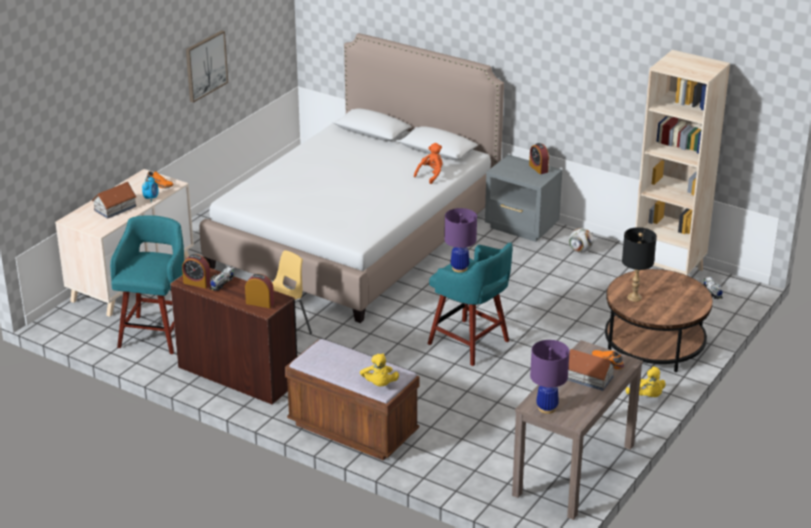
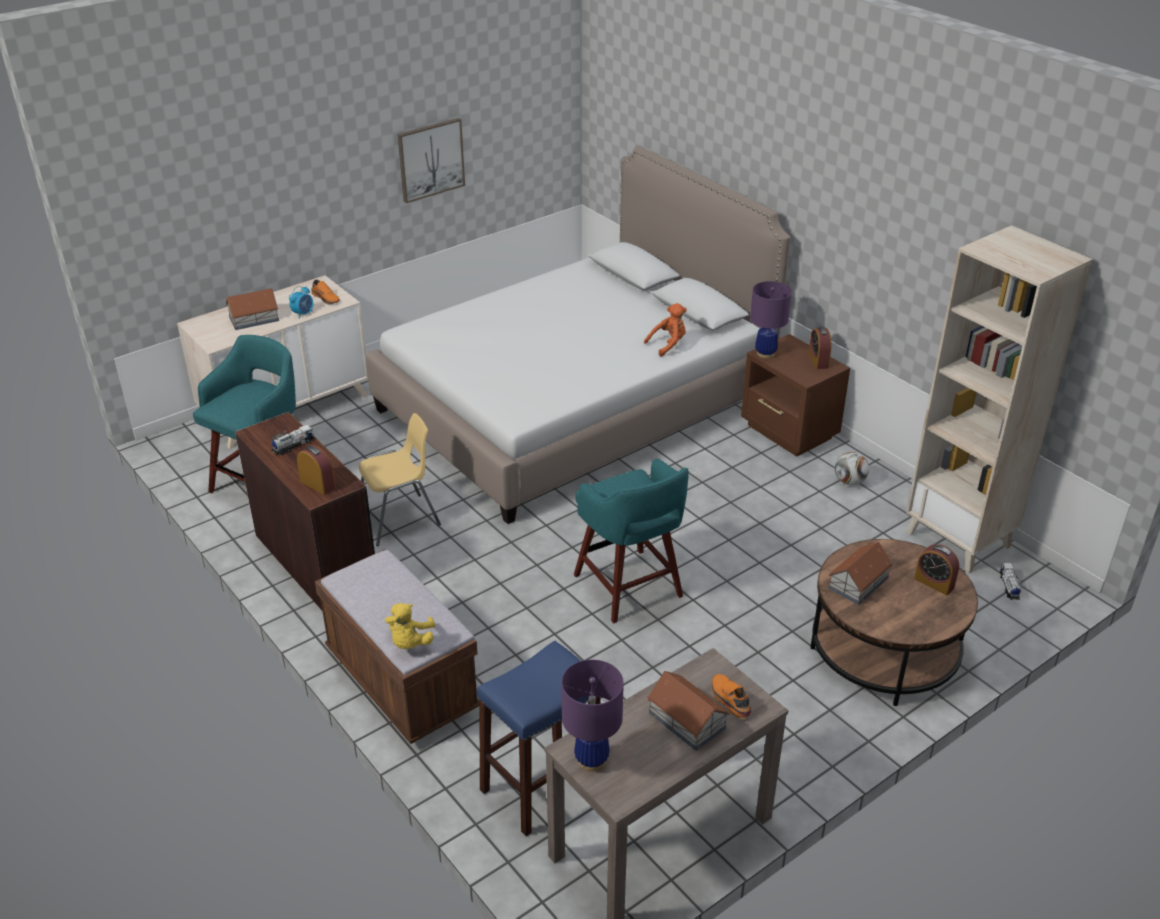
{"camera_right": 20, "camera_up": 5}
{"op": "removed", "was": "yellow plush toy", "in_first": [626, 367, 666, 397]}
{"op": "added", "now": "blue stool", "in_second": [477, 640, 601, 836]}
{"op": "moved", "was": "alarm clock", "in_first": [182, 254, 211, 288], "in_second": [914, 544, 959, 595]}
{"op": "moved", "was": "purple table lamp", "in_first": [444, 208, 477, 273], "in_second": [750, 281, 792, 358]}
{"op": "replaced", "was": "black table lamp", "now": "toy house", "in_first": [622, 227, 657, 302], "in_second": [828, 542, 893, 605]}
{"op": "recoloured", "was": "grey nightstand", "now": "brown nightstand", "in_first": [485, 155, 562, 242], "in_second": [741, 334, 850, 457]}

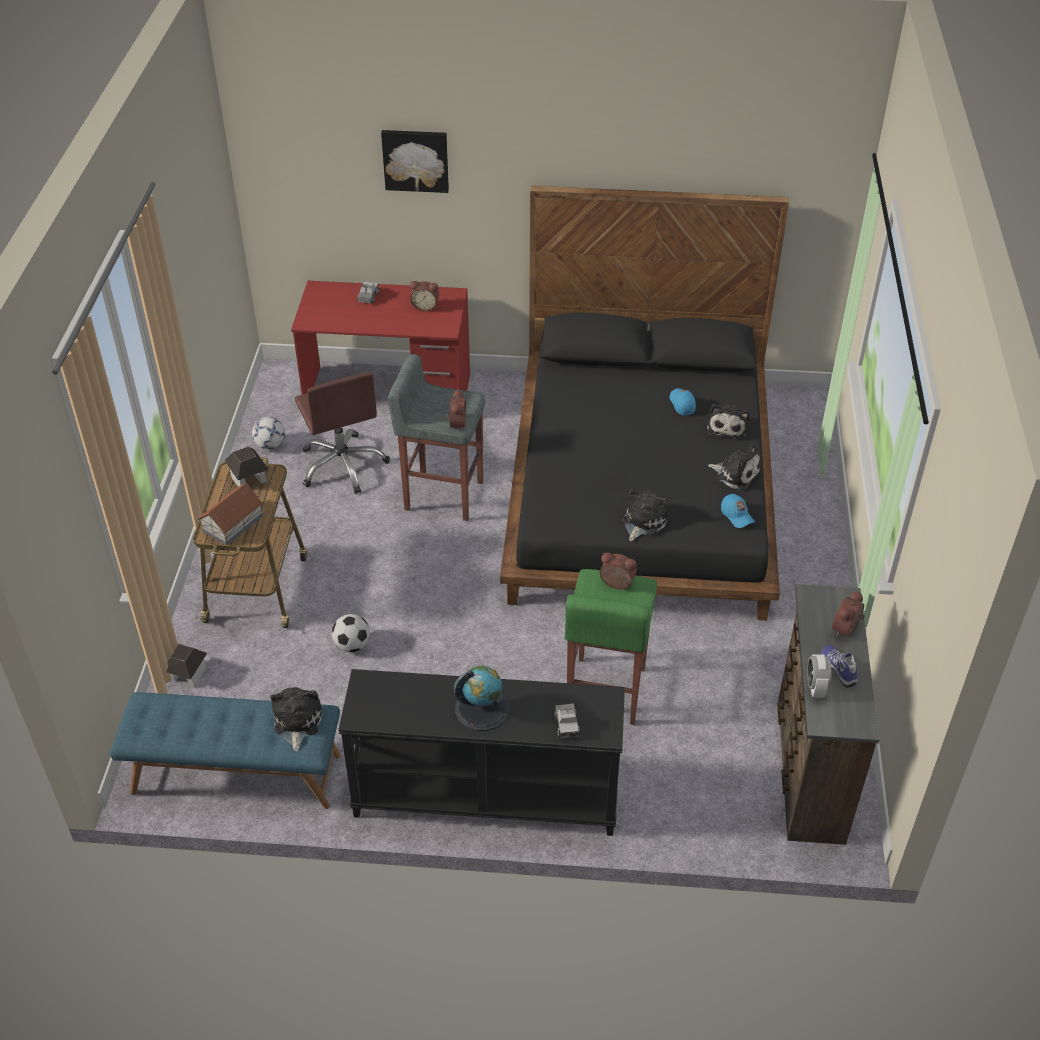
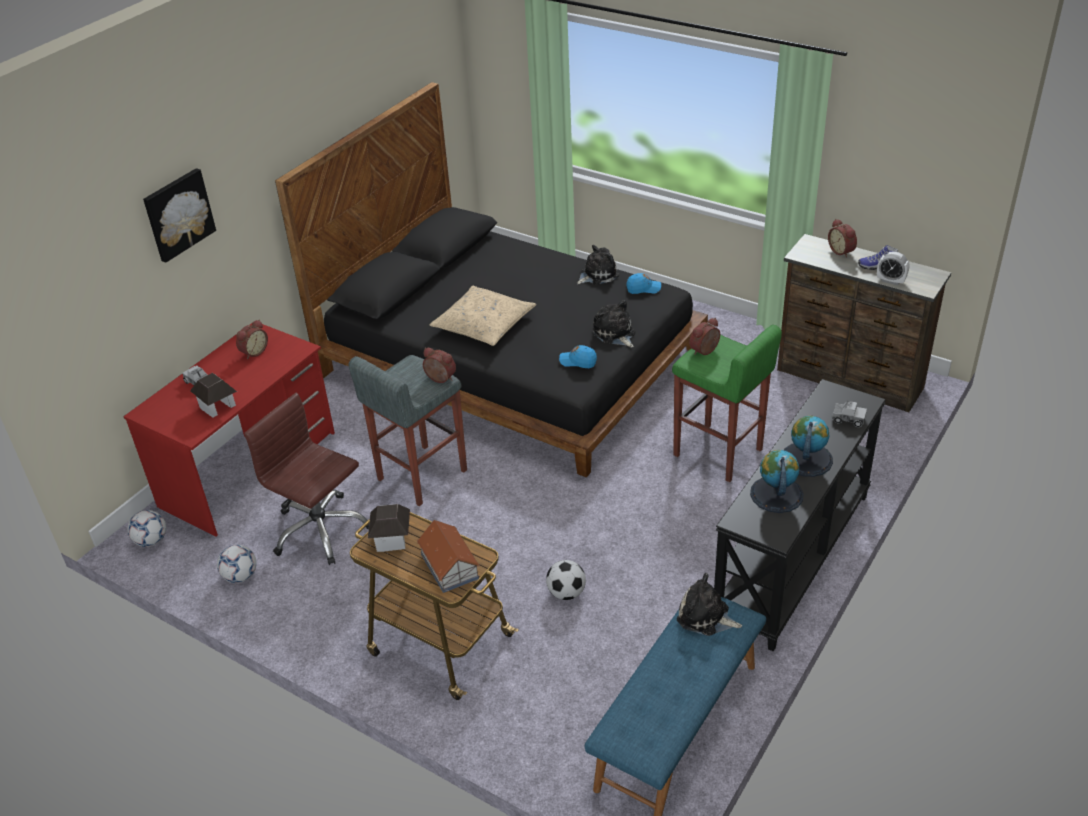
{"camera_right": -60, "camera_up": -5}
{"op": "removed", "was": "plush toy", "in_first": [707, 404, 750, 439]}
{"op": "added", "now": "football", "in_second": [127, 510, 166, 547]}
{"op": "added", "now": "beige pillow", "in_second": [430, 286, 536, 346]}
{"op": "added", "now": "globe", "in_second": [750, 450, 804, 513]}
{"op": "moved", "was": "toy house", "in_first": [166, 644, 207, 687], "in_second": [190, 373, 237, 418]}
{"op": "moved", "was": "blue cap", "in_first": [669, 388, 696, 416], "in_second": [559, 345, 597, 368]}
{"op": "turned", "was": "brown office chair", "in_first": [294, 372, 390, 494], "in_second": [244, 393, 369, 565], "clockwise": -150}

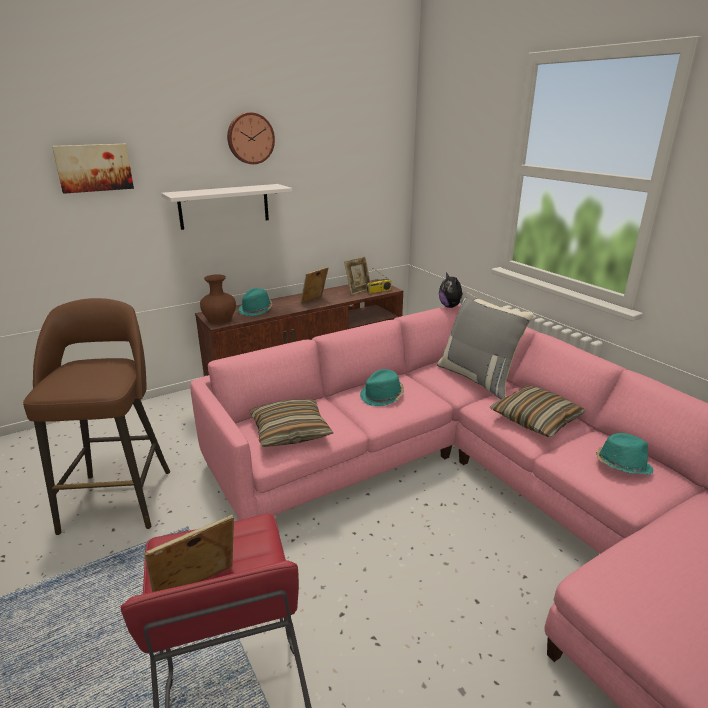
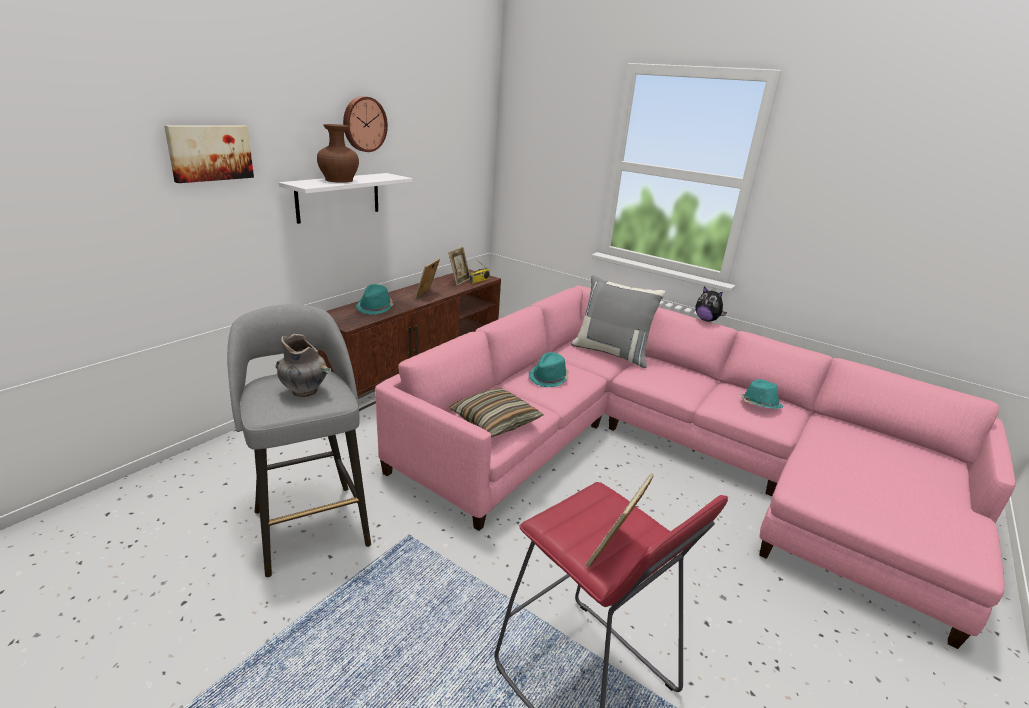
{"camera_right": -25, "camera_up": 0}
{"op": "removed", "was": "pillow", "in_first": [490, 385, 586, 437]}
{"op": "added", "now": "grey vase", "in_second": [275, 334, 331, 397]}
{"op": "moved", "was": "brown vase", "in_first": [200, 274, 236, 325], "in_second": [317, 124, 359, 183]}
{"op": "moved", "was": "plush toy", "in_first": [439, 272, 463, 308], "in_second": [696, 286, 727, 322]}
{"op": "recoloured", "was": "brown stool", "now": "grey stool", "in_first": [23, 298, 170, 535], "in_second": [227, 304, 371, 577]}

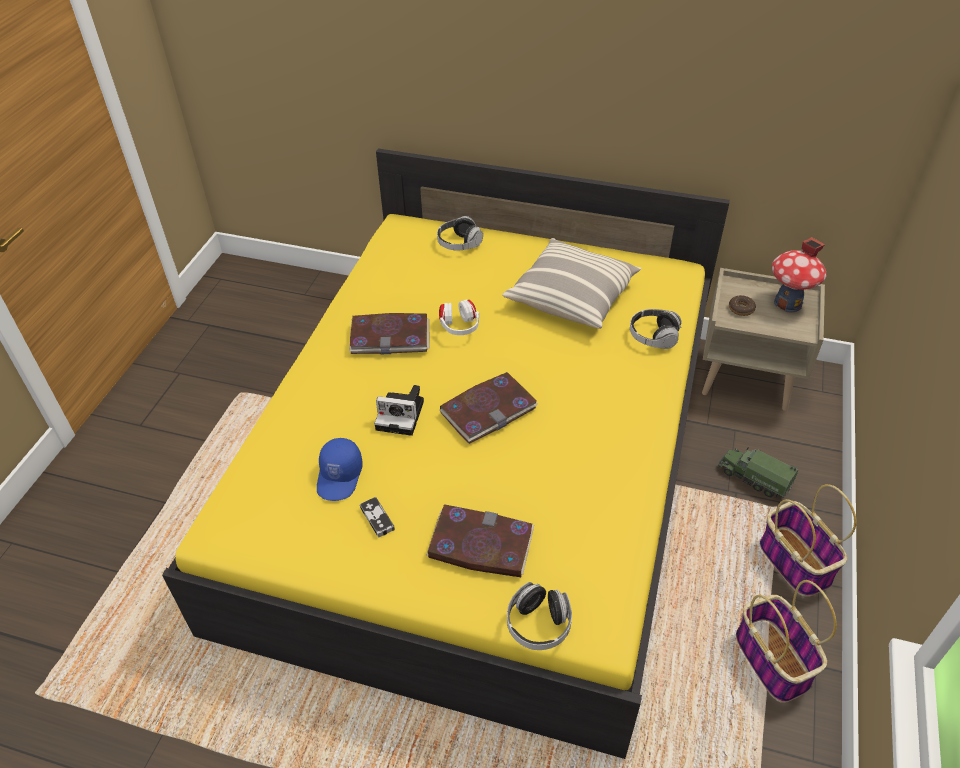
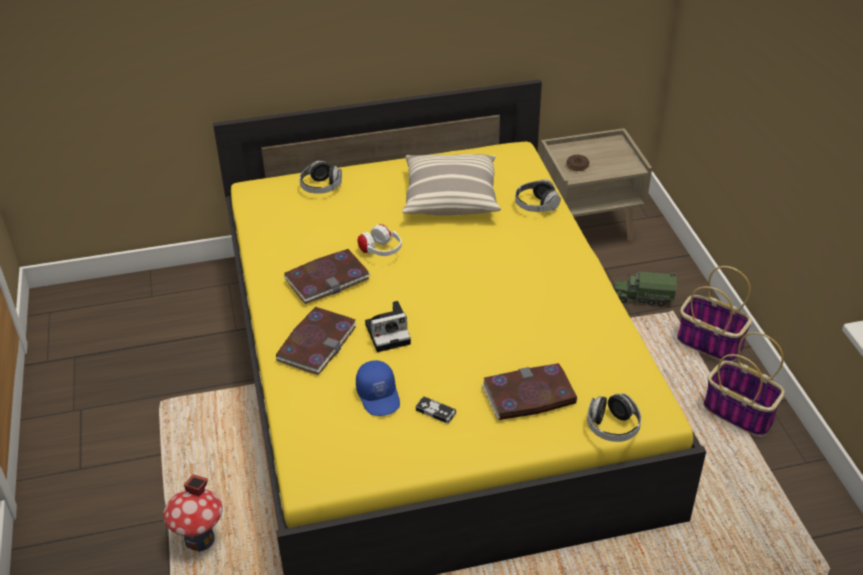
{"camera_right": -30, "camera_up": -5}
{"op": "moved", "was": "book", "in_first": [439, 372, 538, 444], "in_second": [276, 307, 357, 375]}
{"op": "moved", "was": "toy house", "in_first": [772, 237, 827, 312], "in_second": [163, 474, 223, 552]}

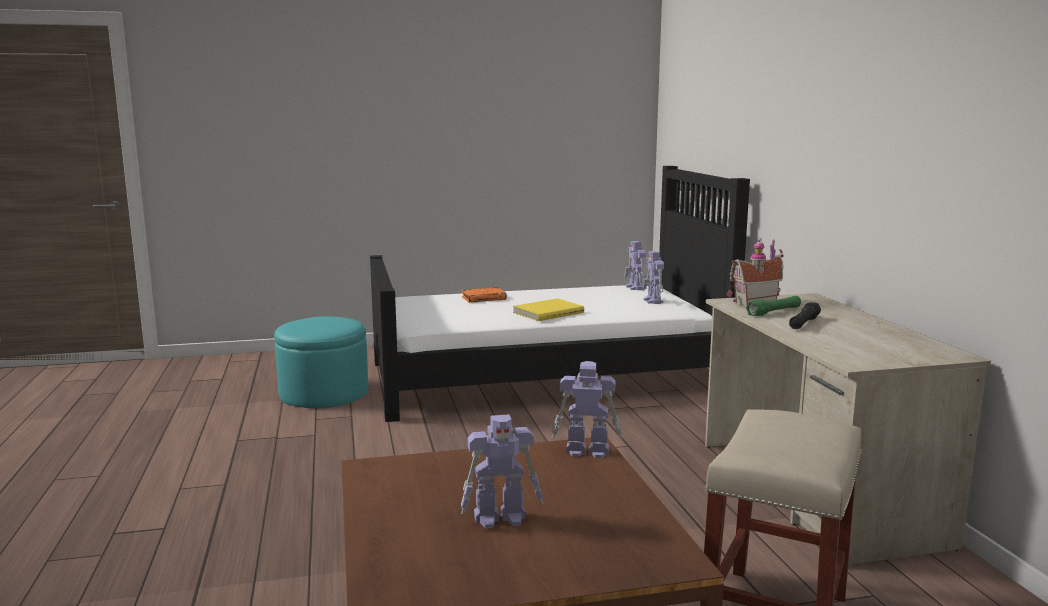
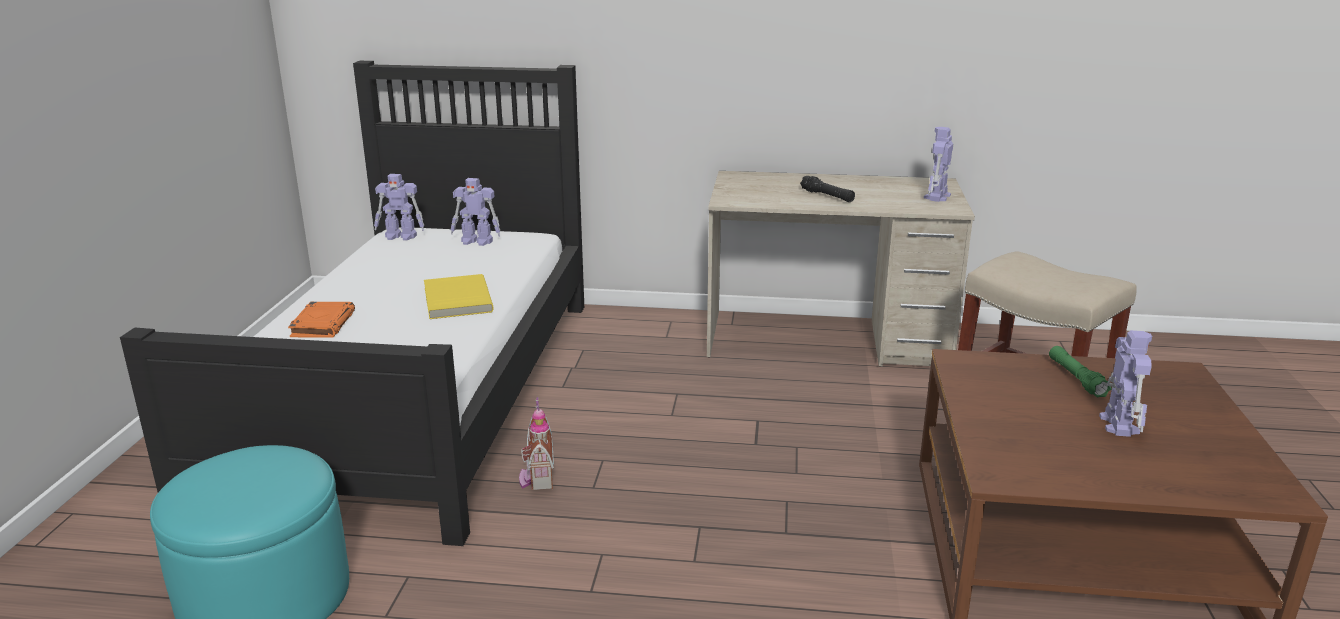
{"camera_right": -70, "camera_up": 10}
{"op": "moved", "was": "toy robot", "in_first": [552, 361, 622, 458], "in_second": [924, 127, 953, 202]}
{"op": "moved", "was": "toy house", "in_first": [727, 238, 784, 306], "in_second": [519, 397, 554, 490]}
{"op": "moved", "was": "green flashlight", "in_first": [746, 296, 801, 316], "in_second": [1049, 346, 1112, 398]}

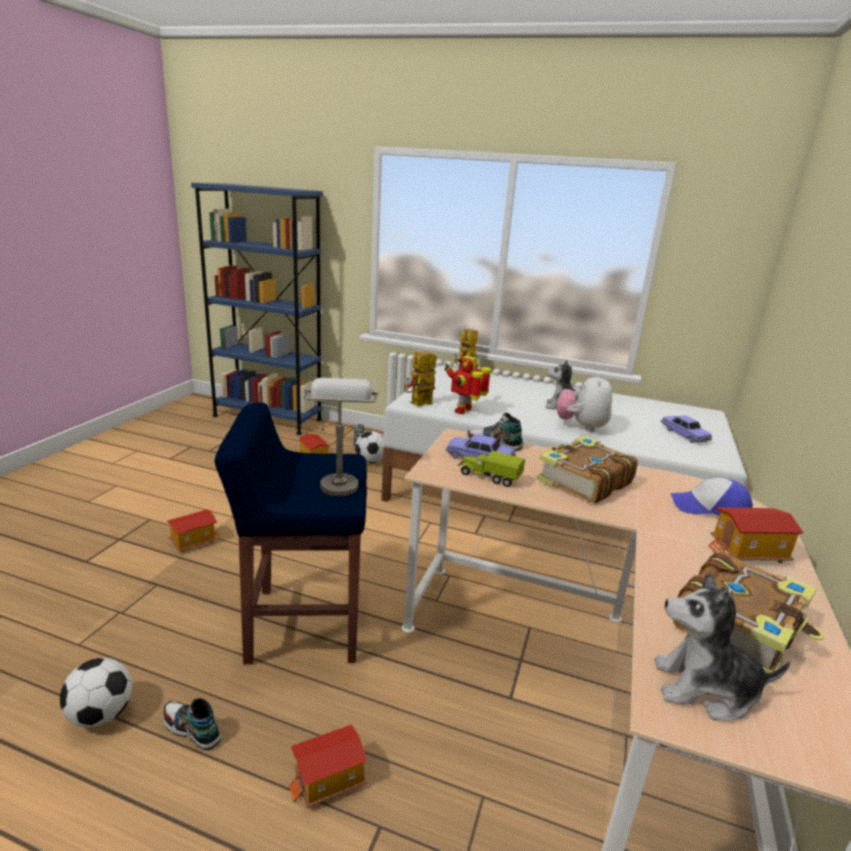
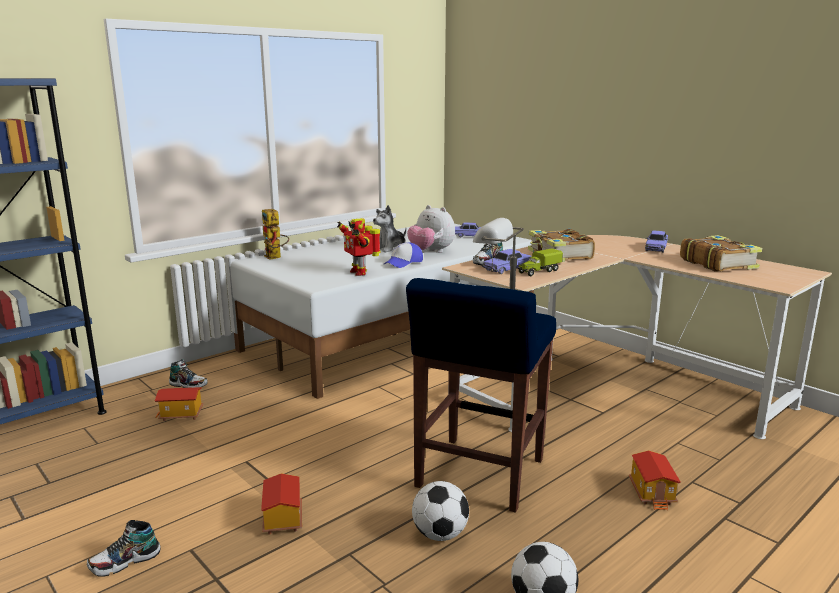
{"camera_right": -60, "camera_up": -5}
{"op": "removed", "was": "toy robot", "in_first": [405, 351, 436, 406]}
{"op": "removed", "was": "plush toy", "in_first": [654, 572, 790, 720]}
{"op": "moved", "was": "shoe", "in_first": [163, 698, 221, 750], "in_second": [87, 520, 161, 577]}
{"op": "moved", "was": "football", "in_first": [355, 431, 385, 463], "in_second": [412, 481, 469, 541]}
{"op": "moved", "was": "cap", "in_first": [670, 478, 753, 516], "in_second": [383, 242, 423, 268]}
{"op": "replaced", "was": "toy house", "now": "toy car", "in_first": [708, 507, 804, 563], "in_second": [645, 231, 668, 253]}

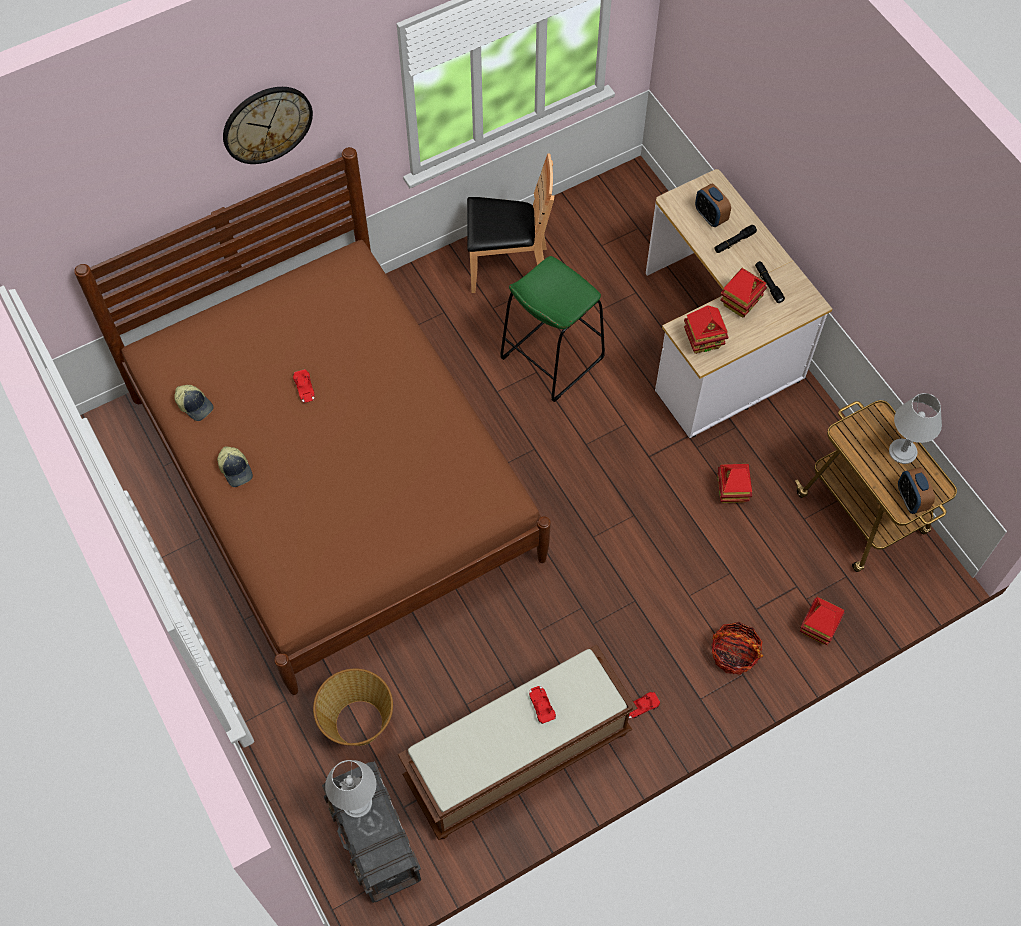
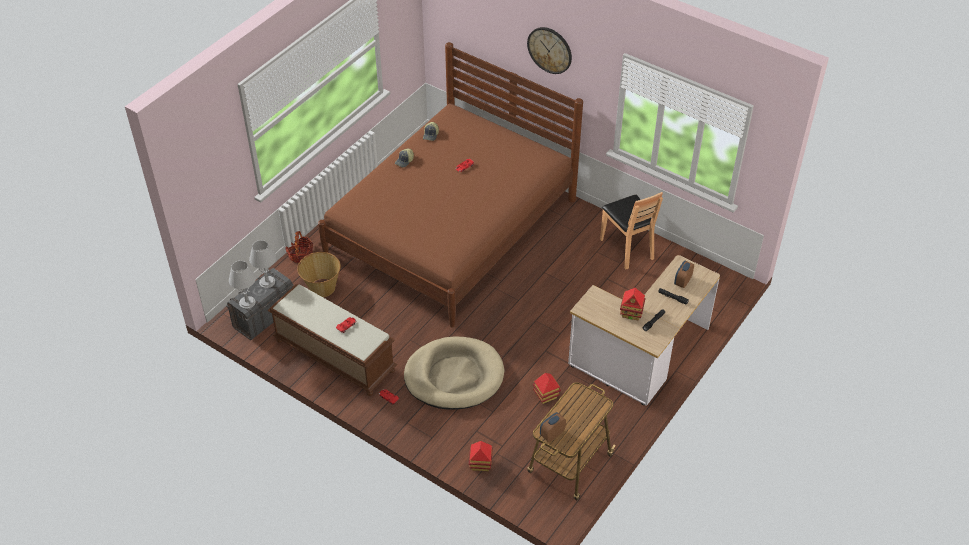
{"camera_right": 65, "camera_up": -15}
{"op": "removed", "was": "green stool", "in_first": [500, 256, 605, 402]}
{"op": "removed", "was": "toy house", "in_first": [684, 305, 728, 354]}
{"op": "added", "now": "beige dog bed", "in_second": [404, 336, 505, 410]}
{"op": "moved", "was": "basket", "in_first": [711, 622, 763, 675], "in_second": [285, 231, 313, 263]}
{"op": "moved", "was": "grey table lamp", "in_first": [889, 393, 942, 464], "in_second": [229, 261, 256, 309]}

